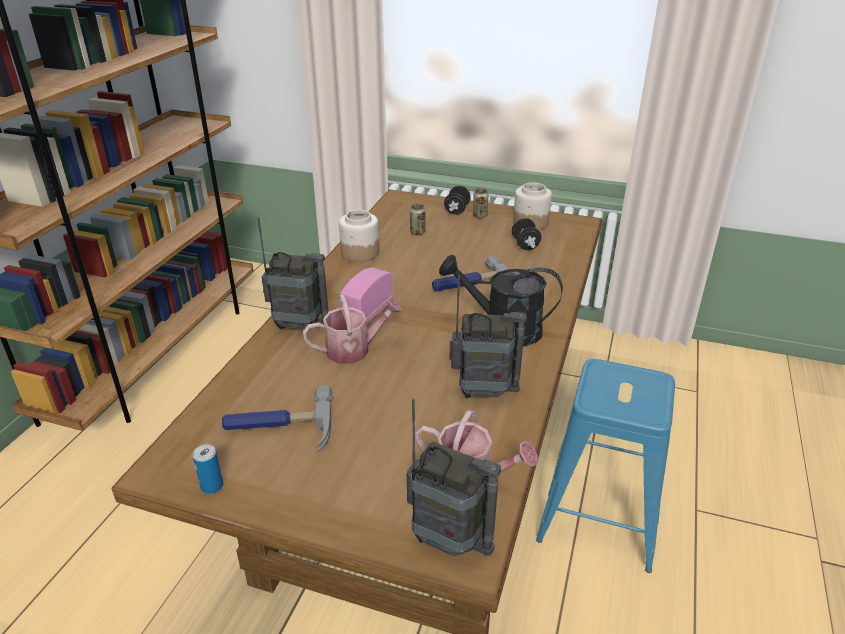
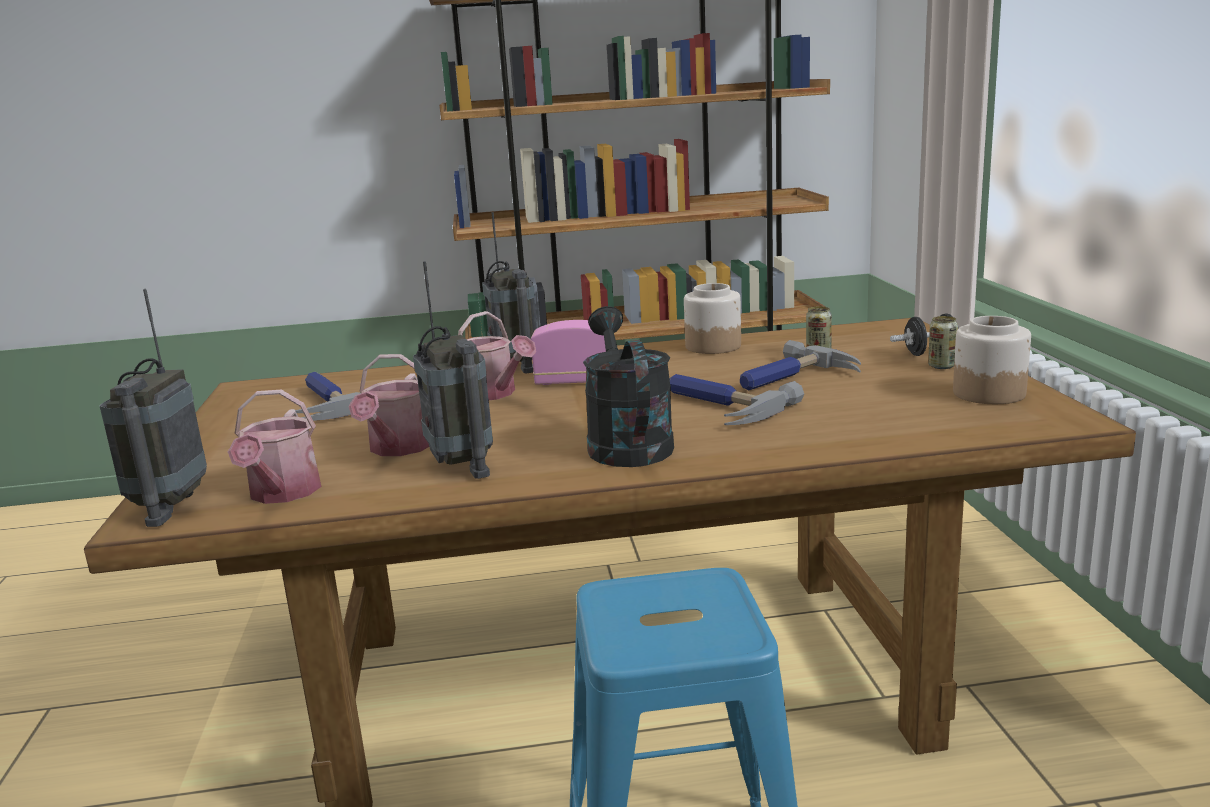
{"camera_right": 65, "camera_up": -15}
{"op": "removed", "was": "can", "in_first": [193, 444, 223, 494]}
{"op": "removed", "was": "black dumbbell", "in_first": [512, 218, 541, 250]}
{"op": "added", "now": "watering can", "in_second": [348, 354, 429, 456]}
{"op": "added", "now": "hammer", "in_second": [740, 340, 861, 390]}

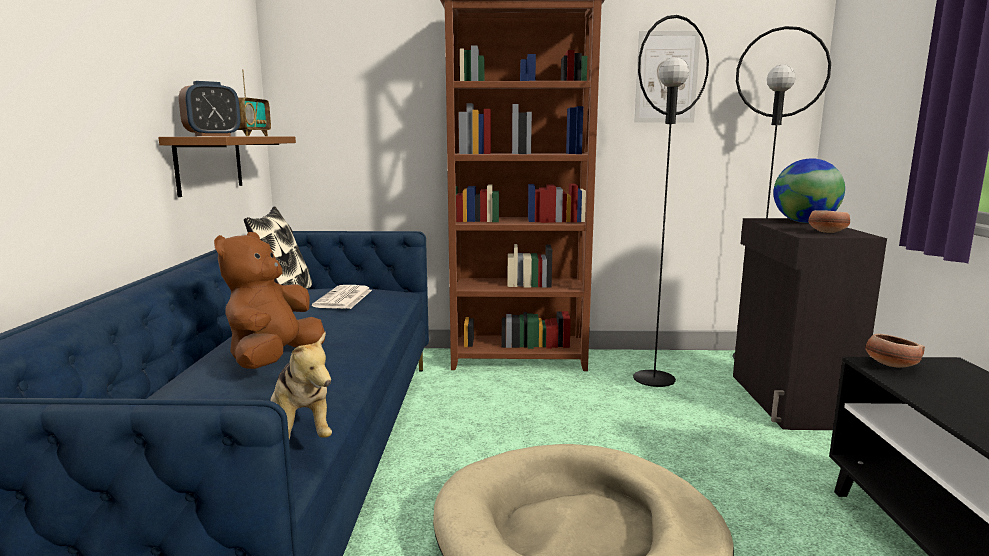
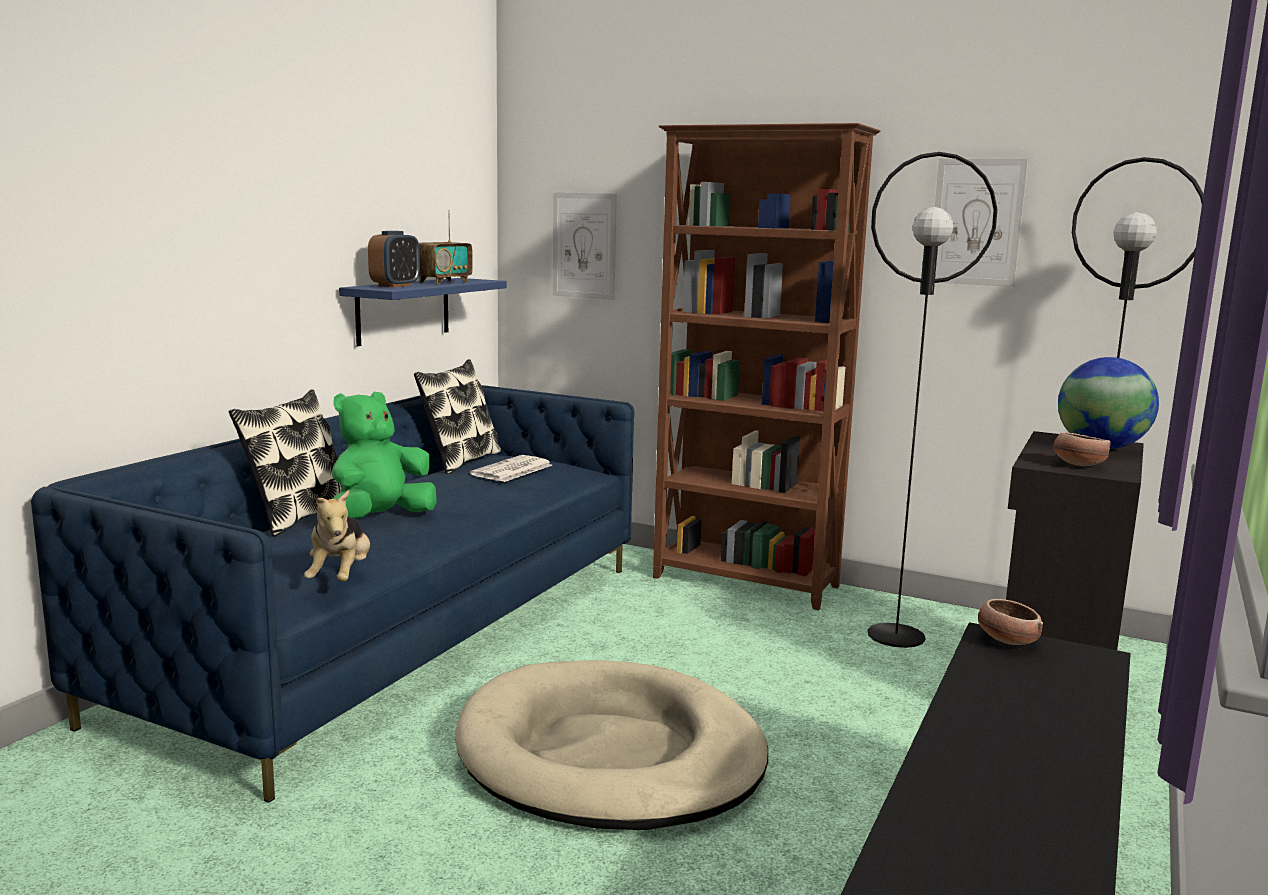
{"camera_right": 25, "camera_up": 0}
{"op": "added", "now": "pillow", "in_second": [229, 389, 342, 537]}
{"op": "added", "now": "picture", "in_second": [553, 192, 617, 300]}
{"op": "recoloured", "was": "brown shelf", "now": "blue shelf", "in_first": [158, 137, 296, 197], "in_second": [339, 278, 507, 346]}
{"op": "recoloured", "was": "brown plush toy", "now": "green plush toy", "in_first": [214, 232, 325, 369], "in_second": [332, 392, 436, 519]}
{"op": "turned", "was": "alarm clock", "in_first": [179, 81, 240, 136], "in_second": [368, 231, 420, 287], "clockwise": -45}

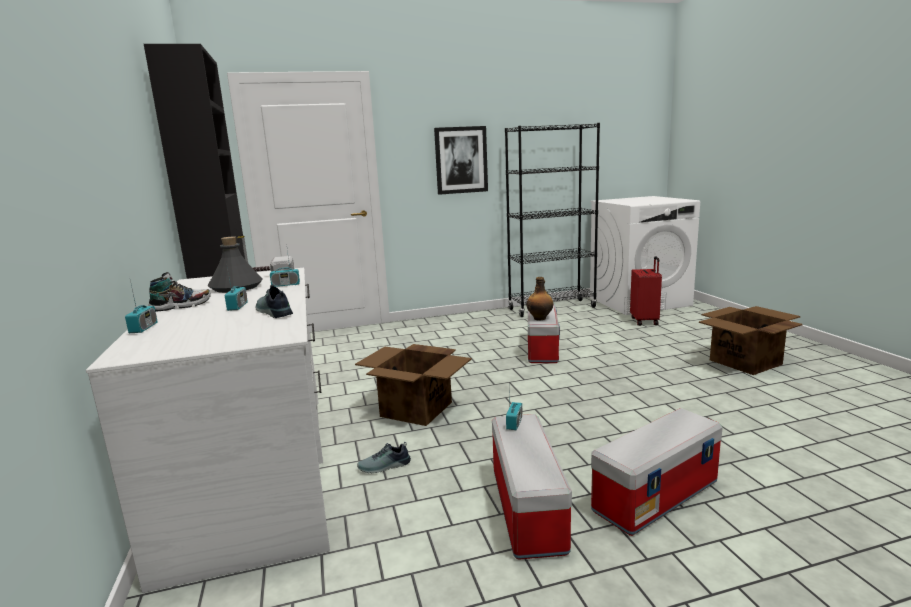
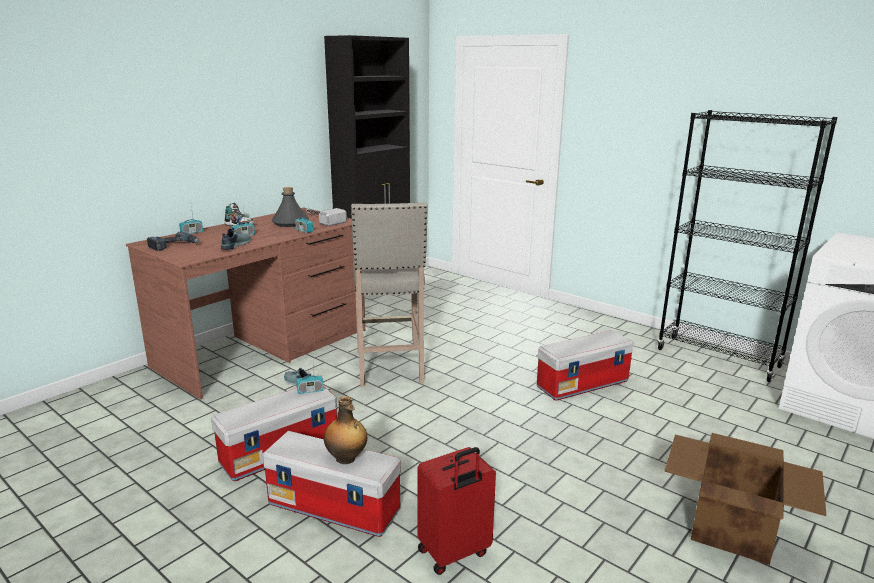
{"camera_right": 55, "camera_up": 5}
{"op": "removed", "was": "picture", "in_first": [434, 126, 488, 195]}
{"op": "added", "now": "power drill", "in_second": [147, 231, 200, 251]}
{"op": "moved", "was": "bottle", "in_first": [527, 277, 553, 321], "in_second": [324, 396, 367, 464]}
{"op": "moved", "was": "red suitcase", "in_first": [630, 256, 662, 326], "in_second": [417, 447, 496, 575]}
{"op": "replaced", "was": "cardboard box", "now": "beige stool", "in_first": [355, 344, 472, 426], "in_second": [351, 202, 428, 387]}
{"op": "recoloured", "was": "white desk", "now": "brown desk", "in_first": [86, 268, 330, 593], "in_second": [126, 207, 365, 400]}

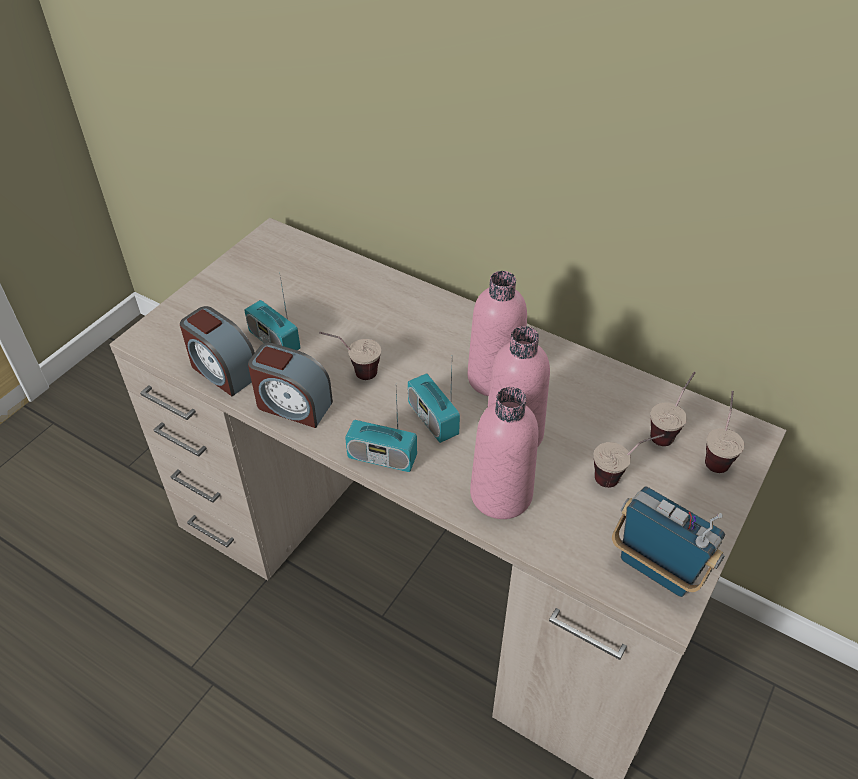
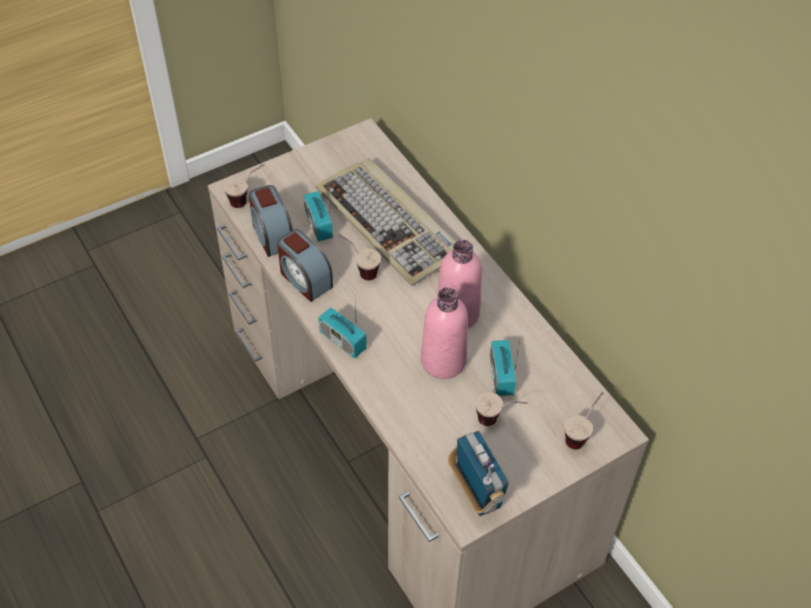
{"camera_right": 25, "camera_up": 5}
{"op": "removed", "was": "pink bottle", "in_first": [470, 387, 539, 519]}
{"op": "added", "now": "keyboard", "in_second": [316, 158, 456, 286]}
{"op": "moved", "was": "radio", "in_first": [408, 367, 460, 443], "in_second": [490, 340, 520, 396]}
{"op": "moved", "was": "cup", "in_first": [650, 372, 696, 446], "in_second": [224, 164, 264, 208]}

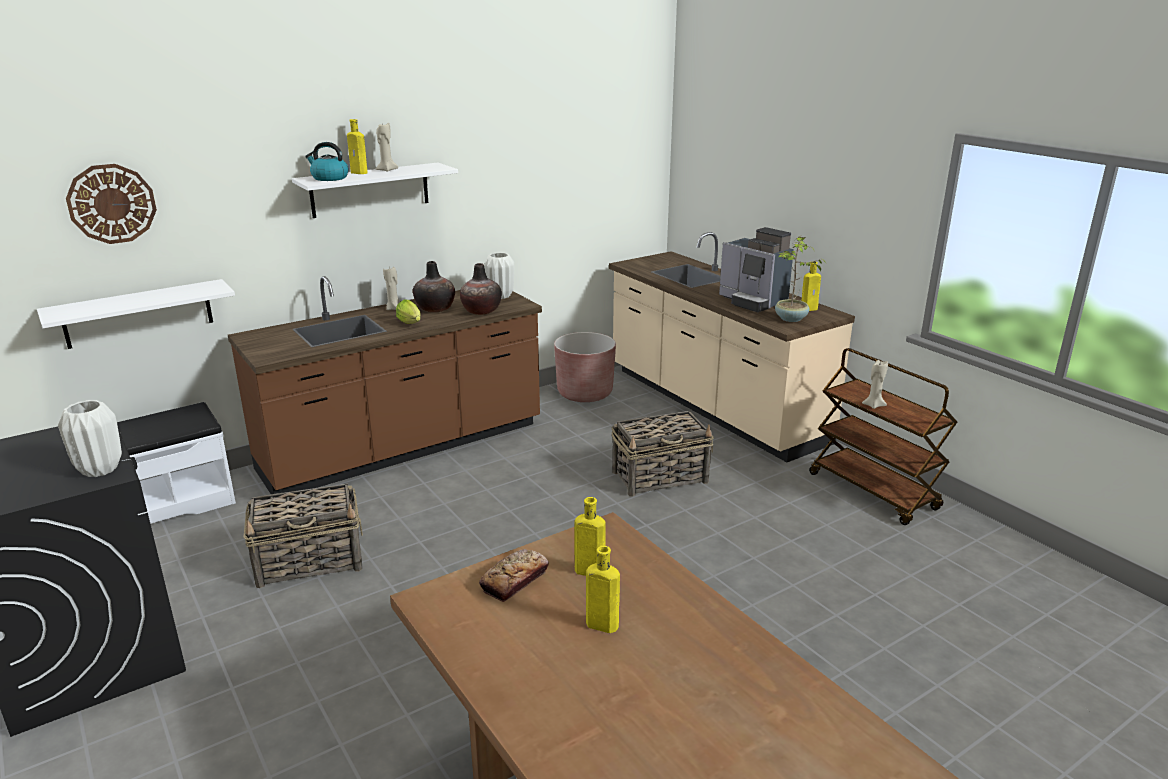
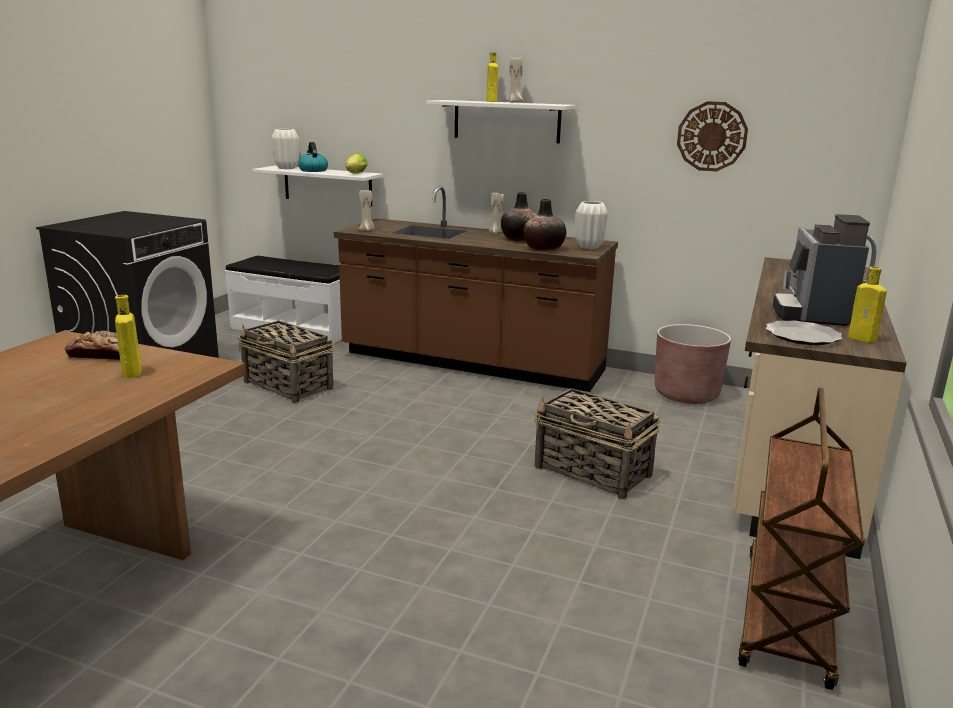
{"camera_right": 55, "camera_up": -5}
{"op": "removed", "was": "yellow bottle", "in_first": [586, 546, 620, 633]}
{"op": "moved", "was": "white vase", "in_first": [58, 400, 122, 477], "in_second": [272, 129, 299, 169]}
{"op": "moved", "was": "wall clock", "in_first": [66, 164, 157, 244], "in_second": [677, 101, 748, 171]}
{"op": "moved", "was": "kettle", "in_first": [305, 142, 349, 181], "in_second": [298, 142, 328, 172]}
{"op": "moved", "was": "lettuce", "in_first": [396, 300, 421, 324], "in_second": [345, 153, 368, 173]}
{"op": "moved", "was": "beige candle", "in_first": [862, 360, 888, 409], "in_second": [359, 188, 374, 231]}
{"op": "replaced", "was": "potted plant", "now": "plate", "in_first": [775, 236, 826, 322], "in_second": [765, 320, 842, 345]}

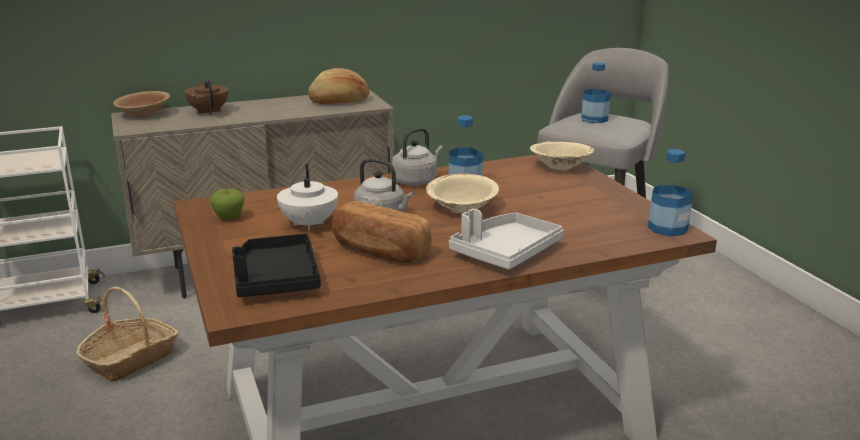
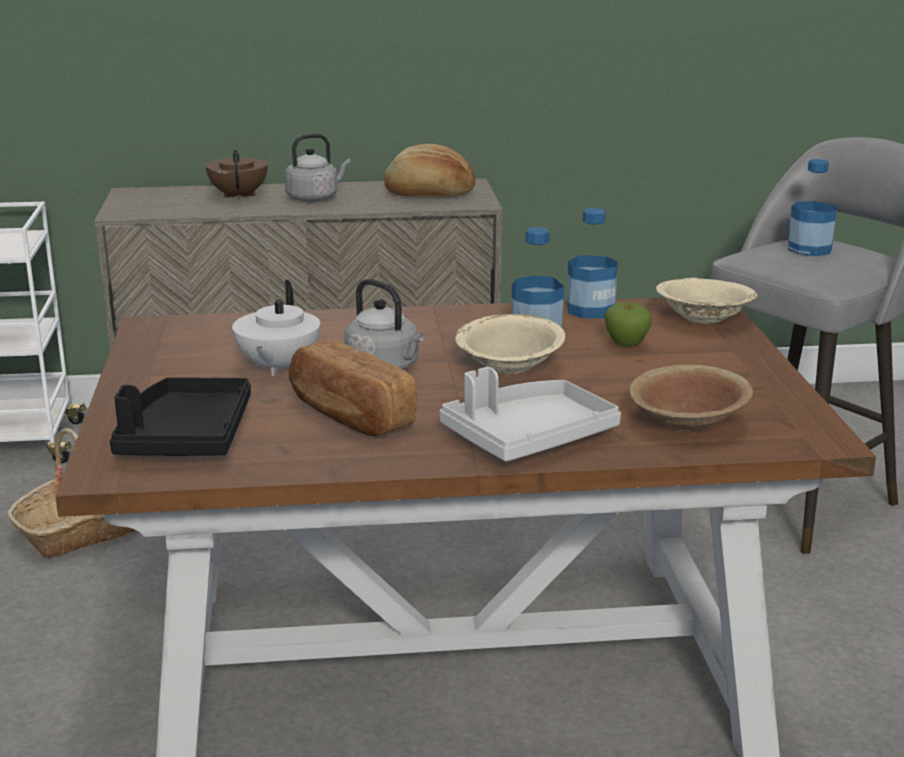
{"camera_right": 15, "camera_up": 0}
{"op": "moved", "was": "brown bowl", "in_first": [113, 91, 170, 118], "in_second": [629, 365, 753, 432]}
{"op": "moved", "was": "apple", "in_first": [210, 188, 244, 220], "in_second": [604, 302, 652, 346]}
{"op": "moved", "was": "grey kettle", "in_first": [392, 127, 443, 186], "in_second": [285, 134, 351, 202]}
{"op": "moved", "was": "bottle", "in_first": [648, 149, 693, 236], "in_second": [567, 208, 618, 319]}

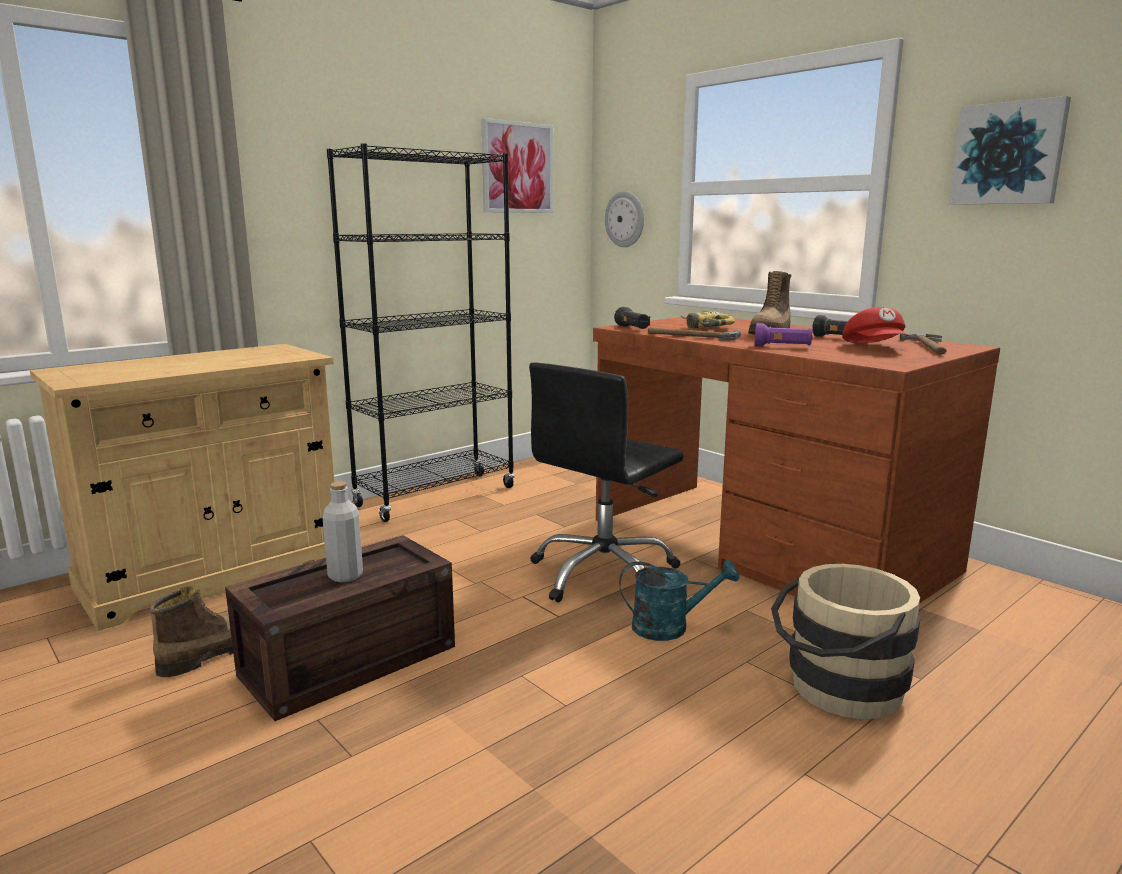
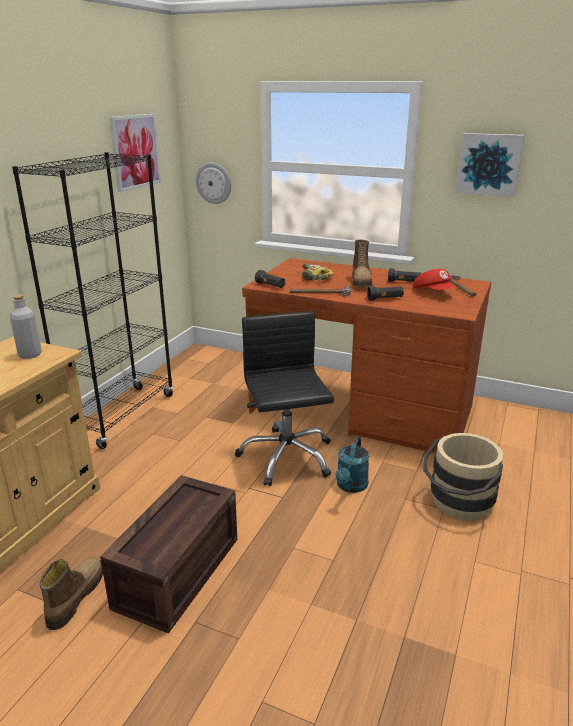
{"camera_right": -25, "camera_up": 10}
{"op": "moved", "was": "grey bottle", "in_first": [323, 482, 363, 583], "in_second": [10, 294, 42, 359]}
{"op": "recoloured", "was": "purple flashlight", "now": "black flashlight", "in_first": [755, 323, 813, 346], "in_second": [367, 286, 404, 301]}
{"op": "turned", "was": "black office chair", "in_first": [529, 363, 684, 603], "in_second": [235, 311, 334, 487], "clockwise": 150}
{"op": "turned", "was": "turquoise watering can", "in_first": [619, 560, 739, 641], "in_second": [336, 437, 369, 493], "clockwise": 135}

